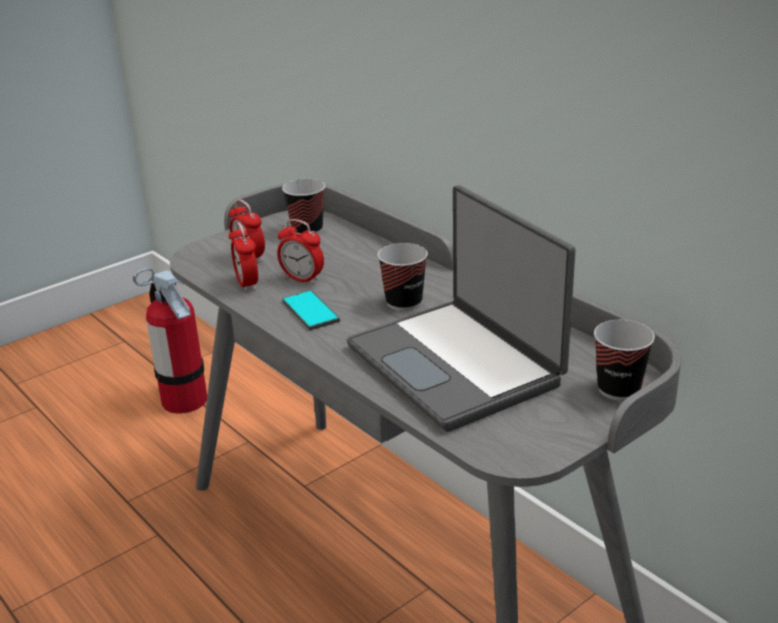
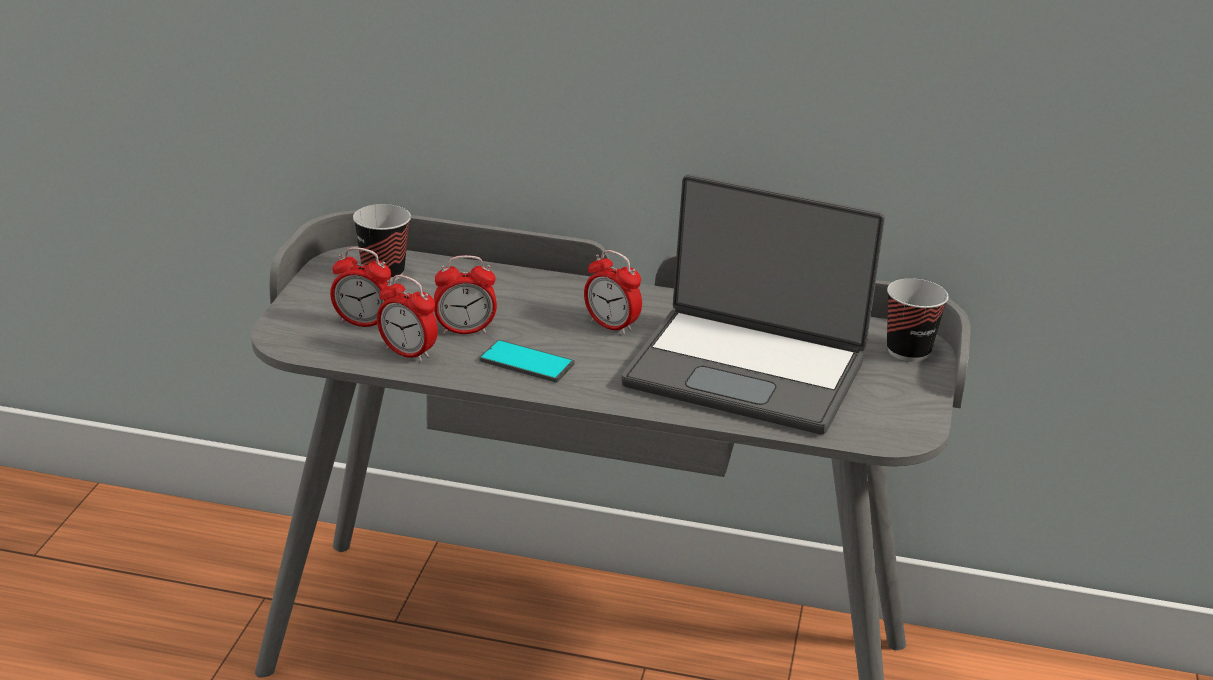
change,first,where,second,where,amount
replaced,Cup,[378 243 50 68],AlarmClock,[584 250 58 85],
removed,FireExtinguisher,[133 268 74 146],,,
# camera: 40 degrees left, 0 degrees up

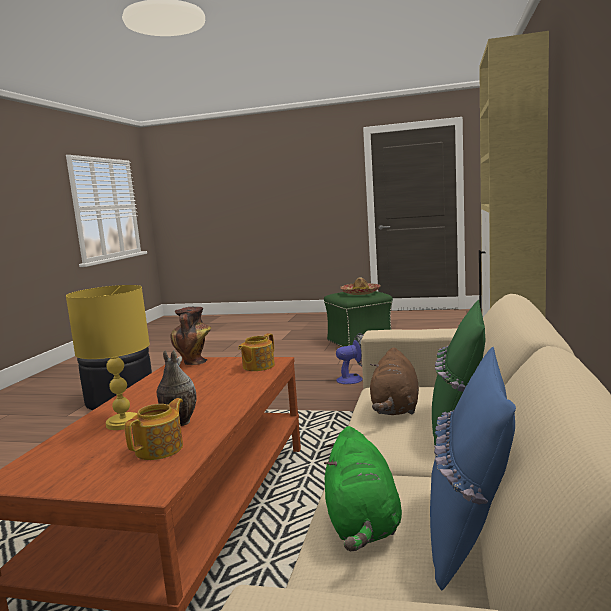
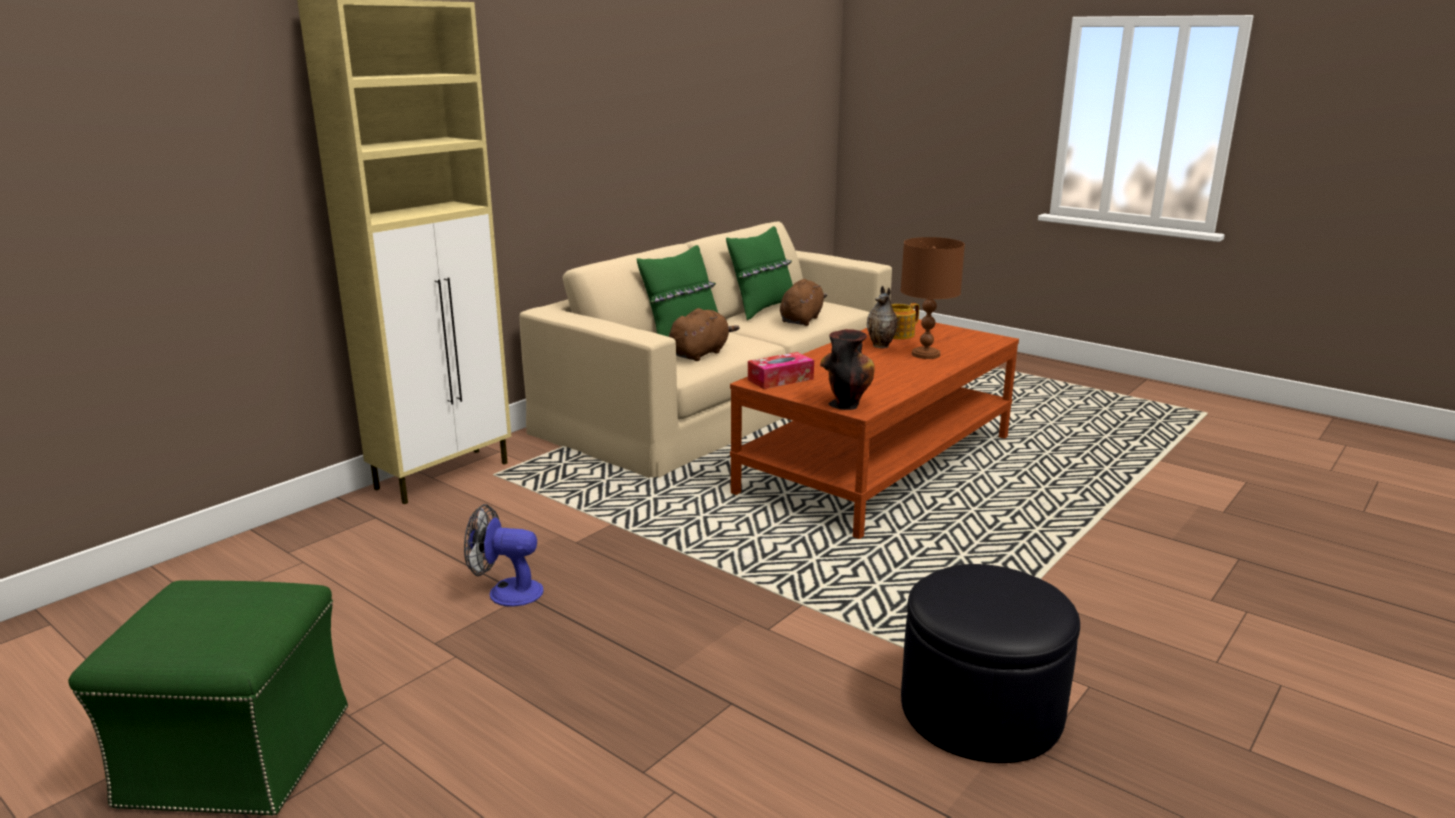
change,first,where,second,where,amount
removed,Hat,[340 277 41 18],,,
recoloured,YellowTableLamp,[66 285 84 145],BrownTableLamp,[901 237 64 122],
replaced,Teapot,[238 333 37 38],TissueBox,[748 352 66 37],
recoloured,BluePillow,[430 347 86 243],GreenPillow,[726 226 67 94],
recoloured,GreenPlushToy,[324 426 78 126],BrownPlushToy,[780 279 47 47],
# camera: 155 degrees left, 10 degrees up

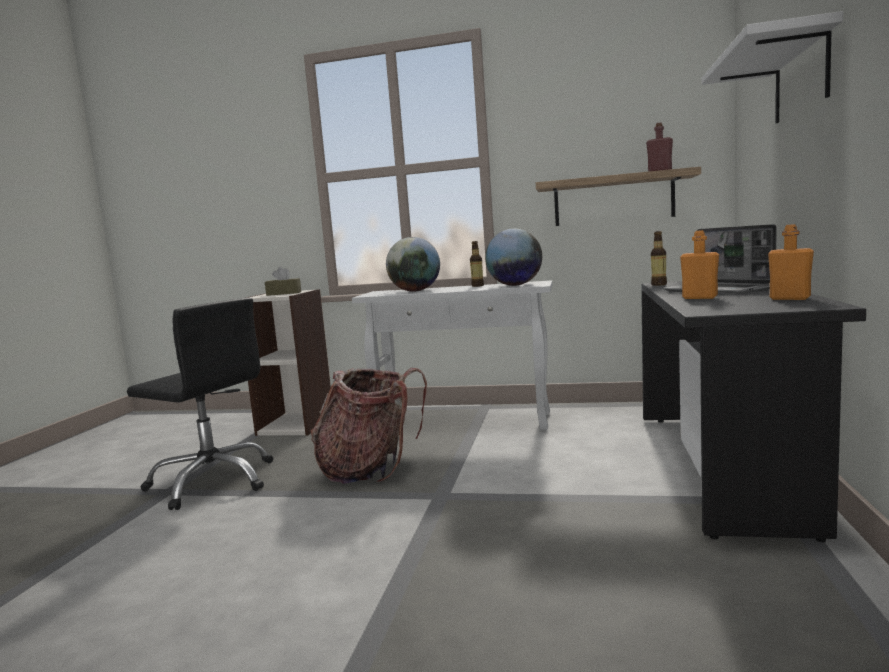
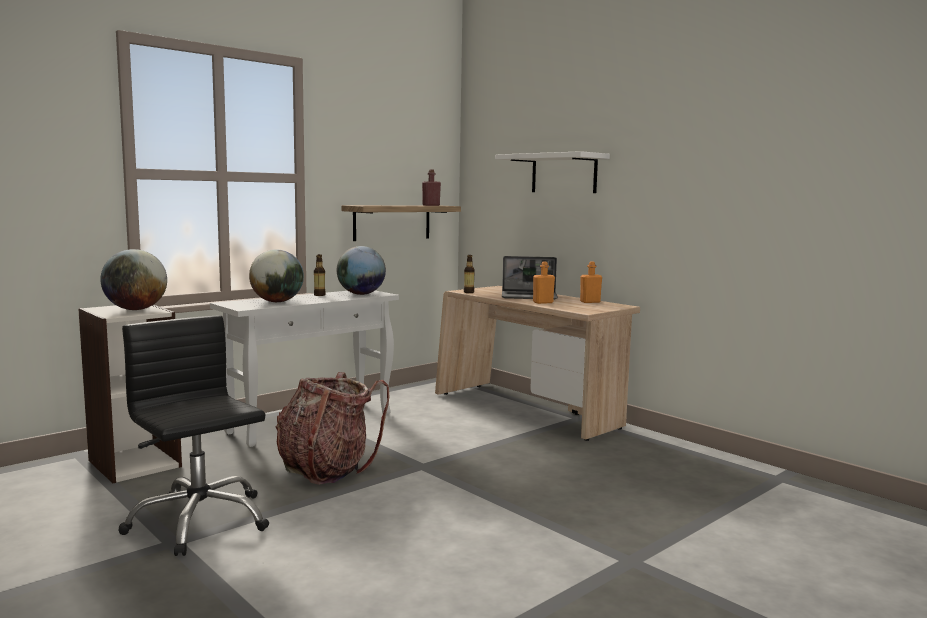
change,first,where,second,where,amount
replaced,BrownTissueBox,[265 267 36 29],Globe,[100 249 67 61],
recoloured,BlackDesk,[641 281 225 261],BeigeDesk,[435 286 205 155],
turned,BlackOfficeChair,[127 298 146 212],,[119 315 150 241],105 degrees counterclockwise
# camera: 55 degrees left, 0 degrees up

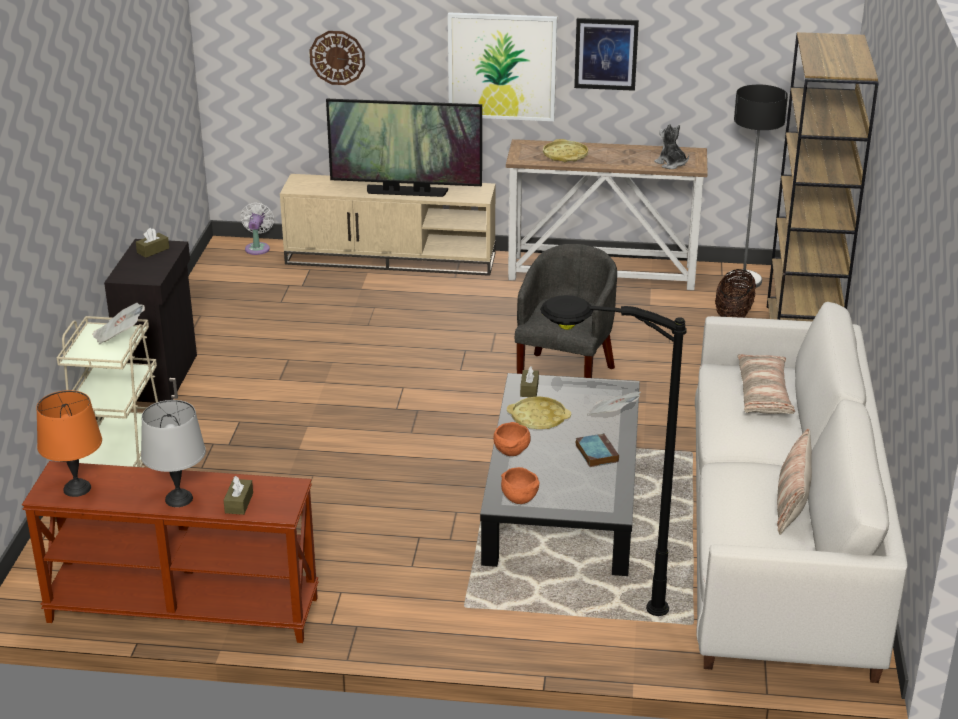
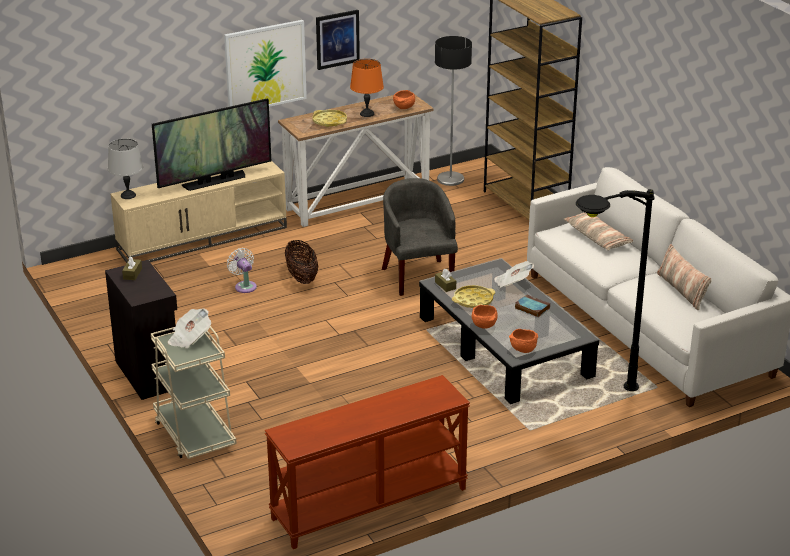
change,first,where,second,where,amount
removed,WallClock,[309 31 56 54],,,
replaced,PlushToy,[654 123 35 46],OrangeBowl,[393 90 22 19],
moved,WhiteFan,[241 202 33 53],,[227 248 30 45],
moved,Basket,[715 269 41 49],,[285 240 34 44],
moved,OrangeTableLamp,[36 390 66 107],,[350 59 34 58],
moved,GreyTableLamp,[141 400 65 107],,[108 139 35 60],
removed,BrownTissueBox,[224 476 29 39],,,
# camera: 35 degrees left, 0 degrees up

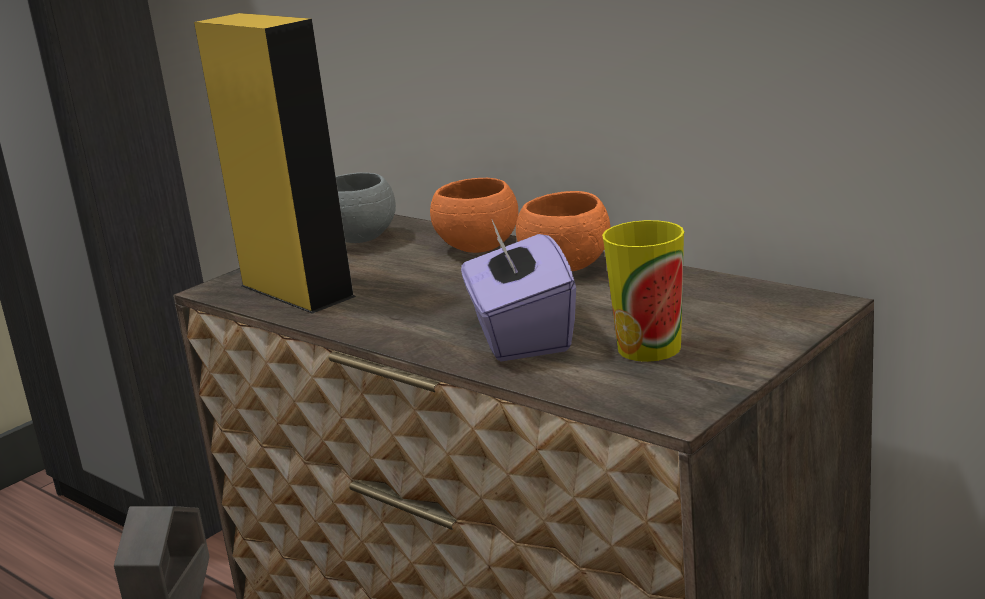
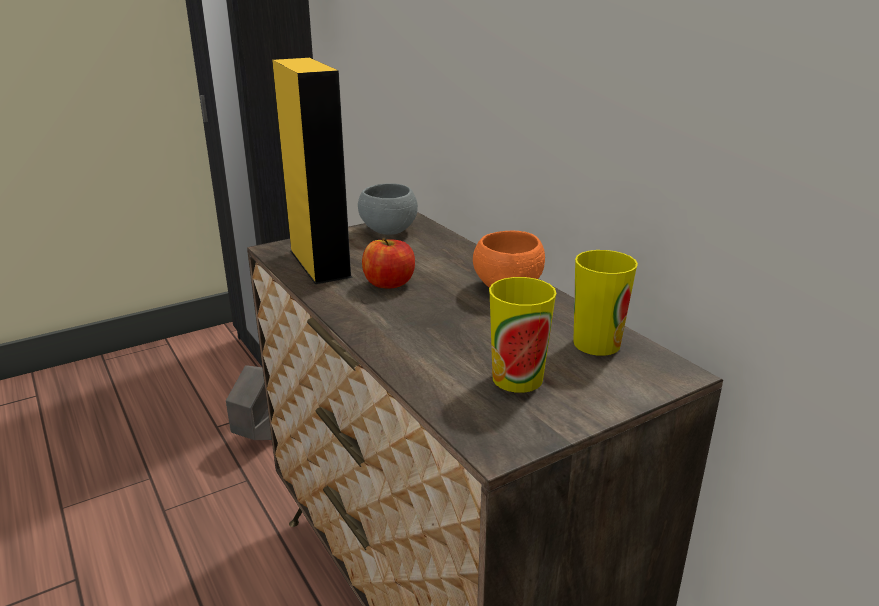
change,first,where,second,where,amount
removed,OrangeBowl,[430 178 88 75],,,
removed,PurpleTissueBox,[461 220 115 142],,,
added,,,Apple,[362 238 53 51],
added,,,Cup,[573 250 65 106],
# camera: 15 degrees right, 5 degrees up

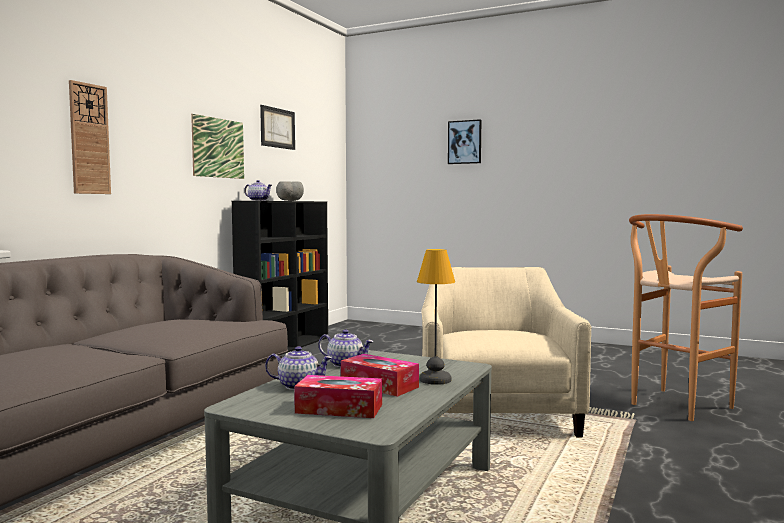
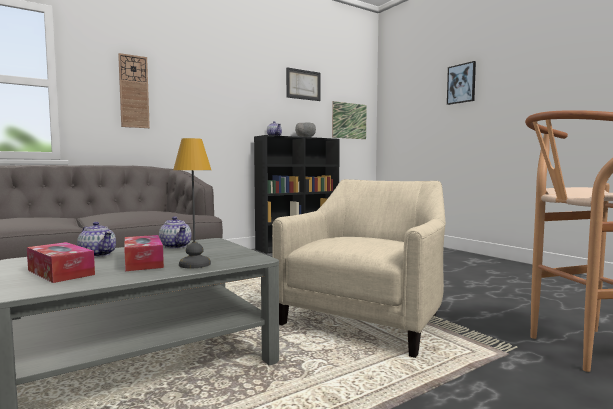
change,first,where,second,where,amount
moved,Picture,[191 114 53 65],,[332 101 35 38],
# camera: 30 degrees right, 0 degrees up

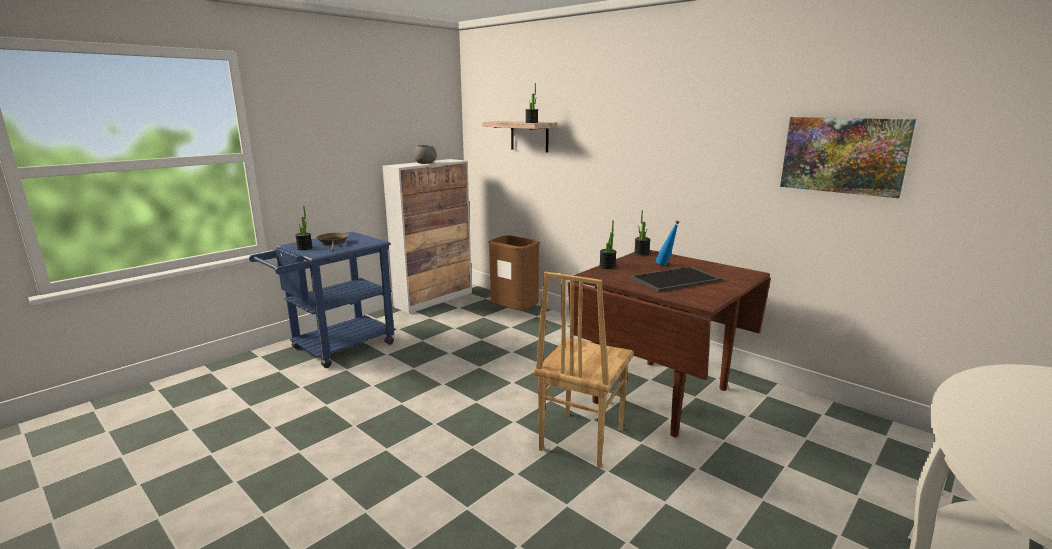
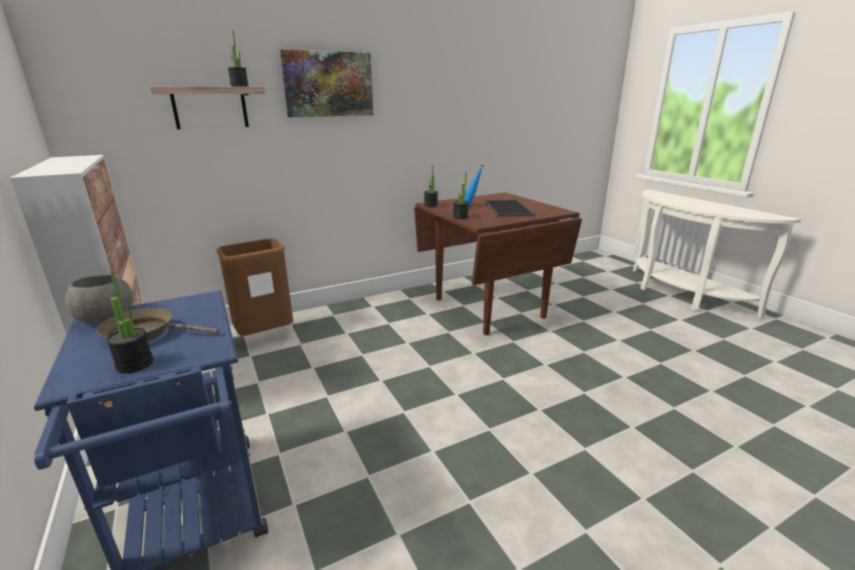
change,first,where,second,where,amount
moved,Picture,[780 117 136 81],,[280 49 93 68],
moved,GreyBowl,[413 145 24 19],,[65 274 69 49],
removed,BrownChair,[534 271 100 198],,,
# camera: 70 degrees left, 5 degrees up

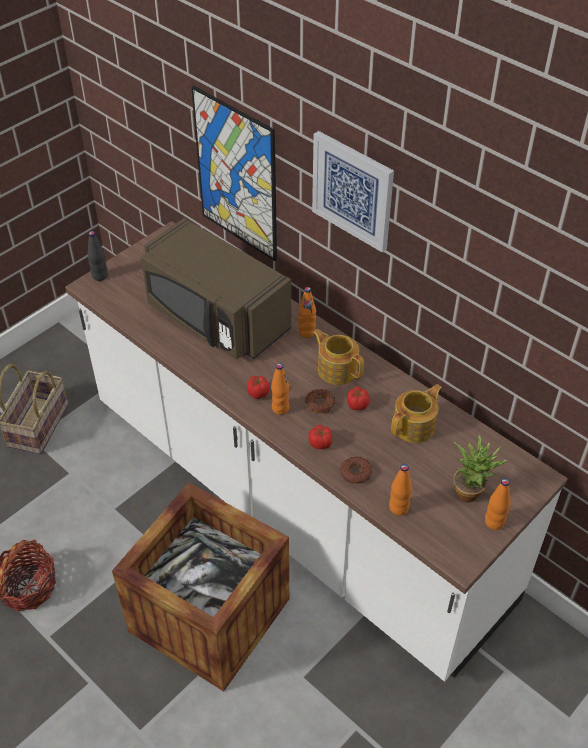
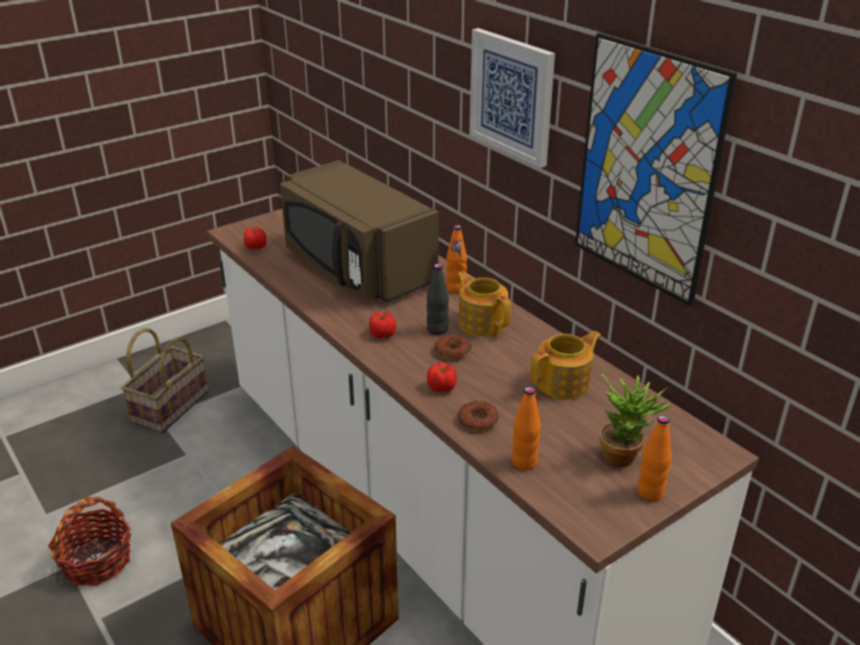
change,first,where,second,where,amount
moved,Picture,[191 85 86 176],,[575 33 162 273],
moved,BlackBottle,[88 231 20 50],,[427 264 22 71],
removed,OrangeBottle,[271 363 18 52],,,
moved,Tomato,[347 387 23 23],,[244 227 23 22],
# camera: 10 degrees right, 15 degrees down

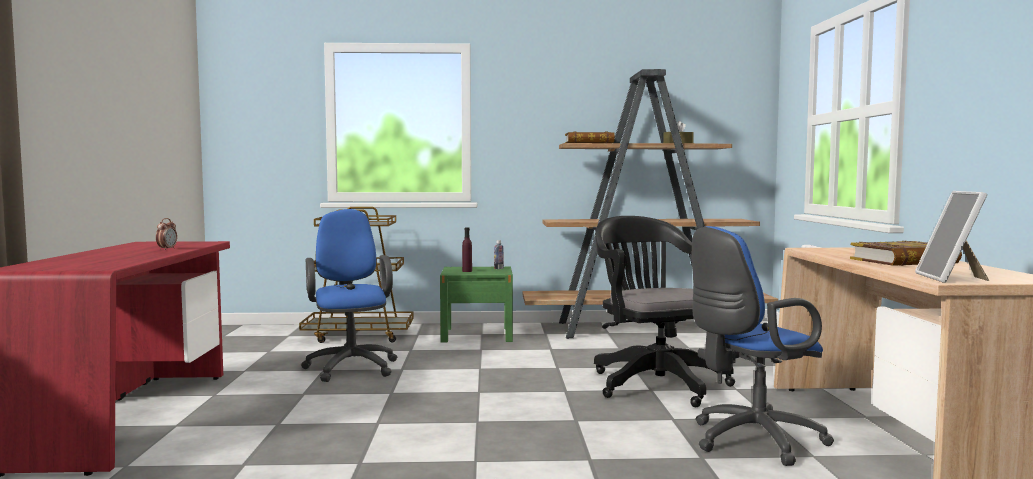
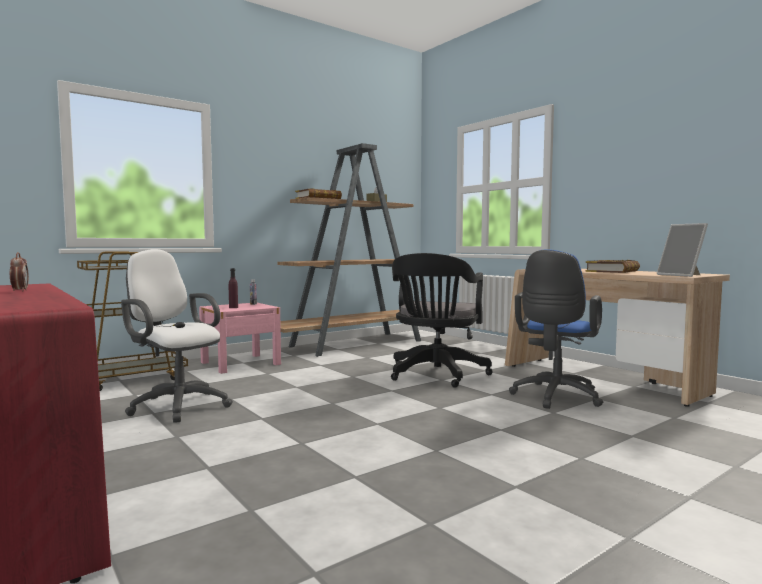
change,first,where,second,where,amount
recoloured,BlueOfficeChair,[301 209 97 173],WhiteOfficeChair,[121 249 112 174],
turned,BlackOfficeChair,[594 216 141 191],,[391 253 102 135],105 degrees counterclockwise
recoloured,GreenNightstand,[440 267 73 76],PinkNightstand,[199 303 82 71],
# camera: 35 degrees left, 0 degrees up

